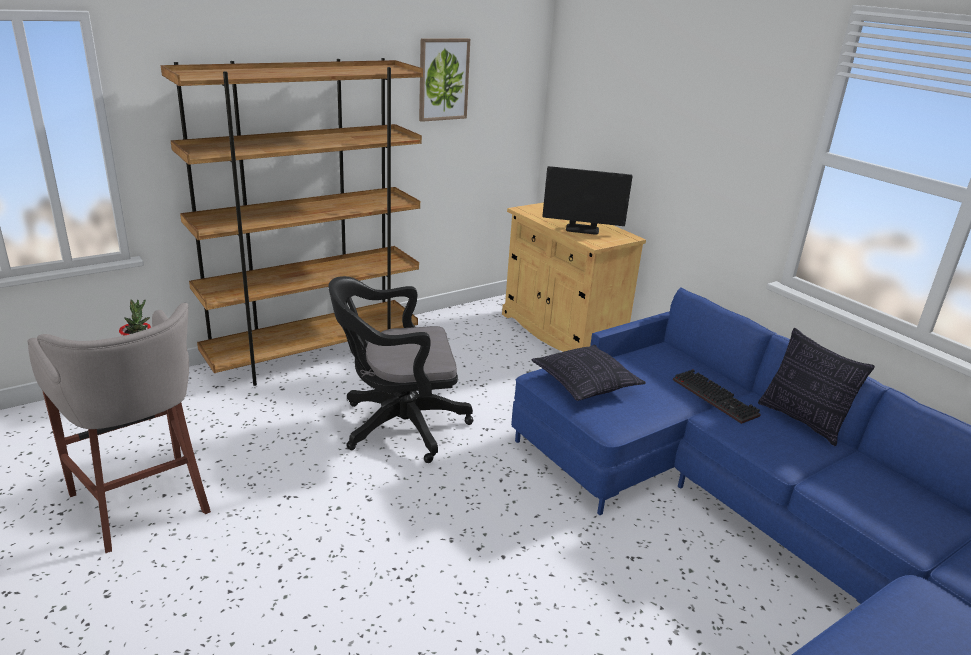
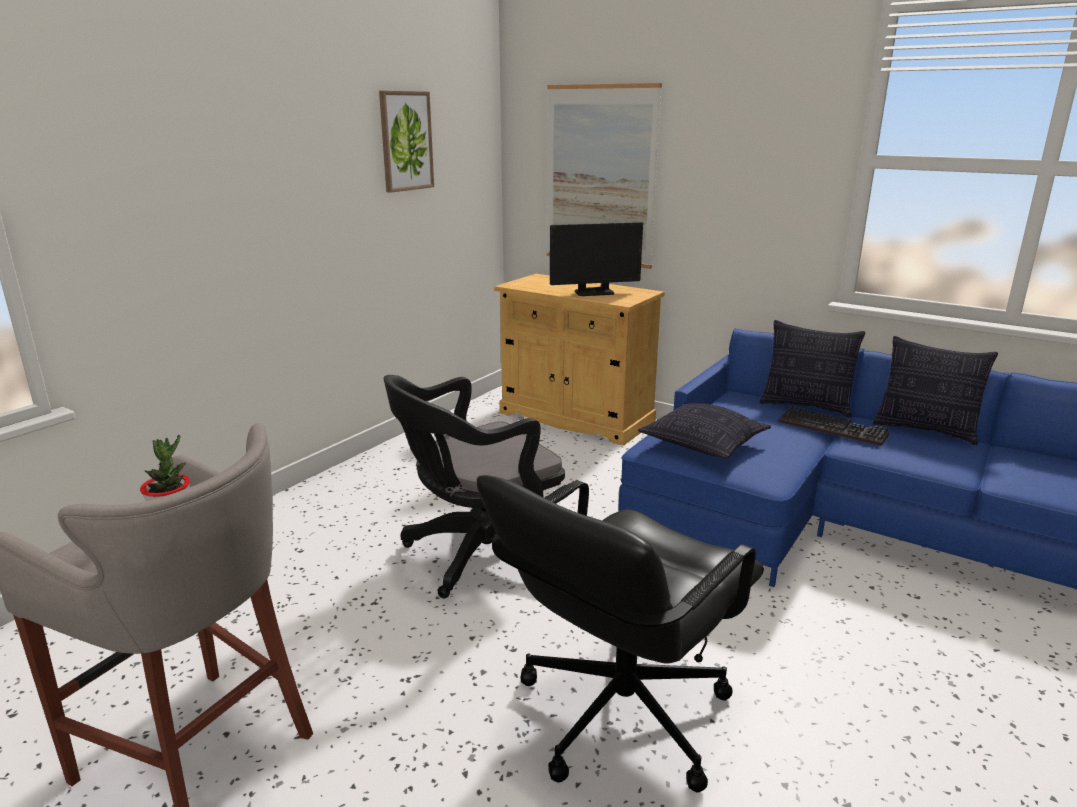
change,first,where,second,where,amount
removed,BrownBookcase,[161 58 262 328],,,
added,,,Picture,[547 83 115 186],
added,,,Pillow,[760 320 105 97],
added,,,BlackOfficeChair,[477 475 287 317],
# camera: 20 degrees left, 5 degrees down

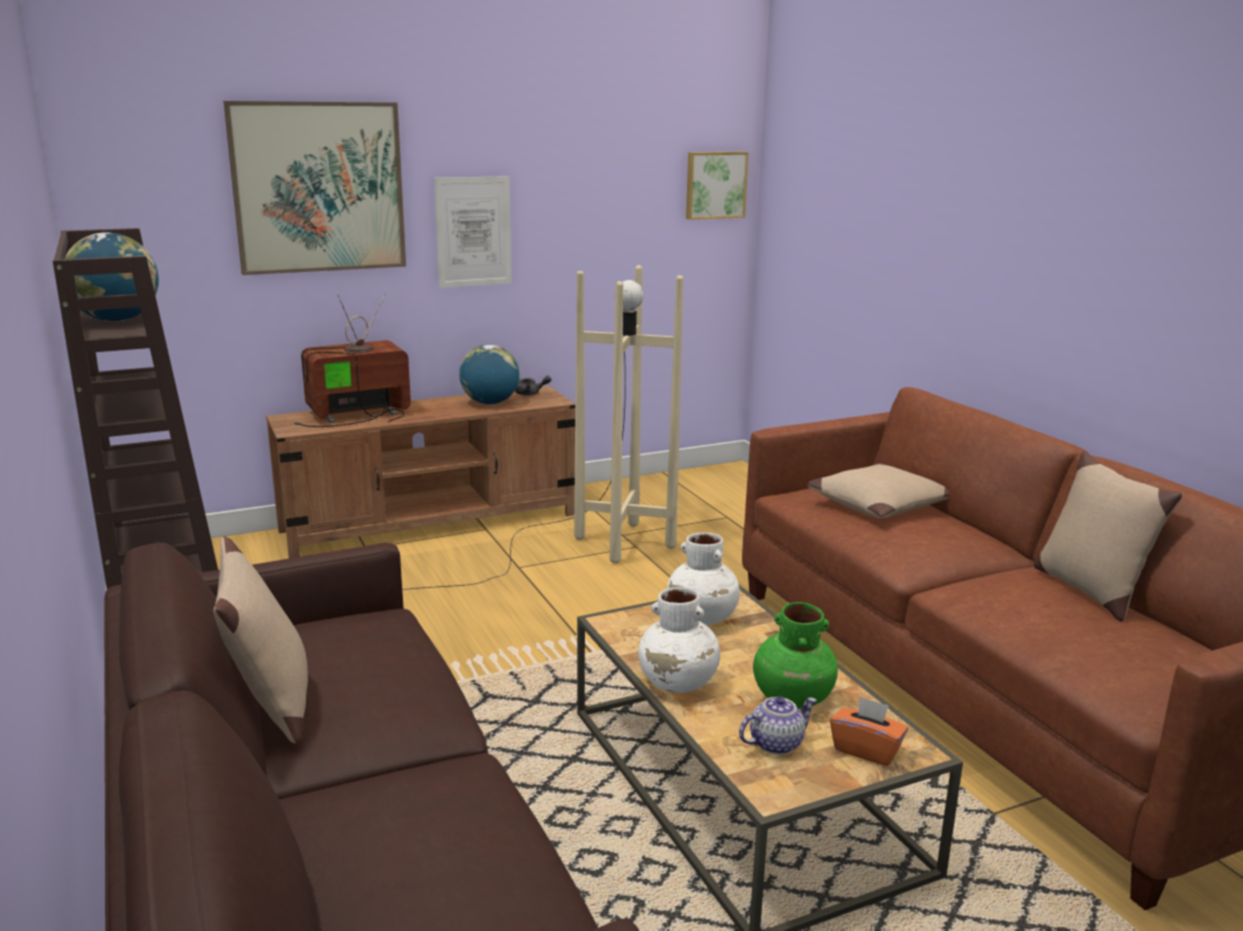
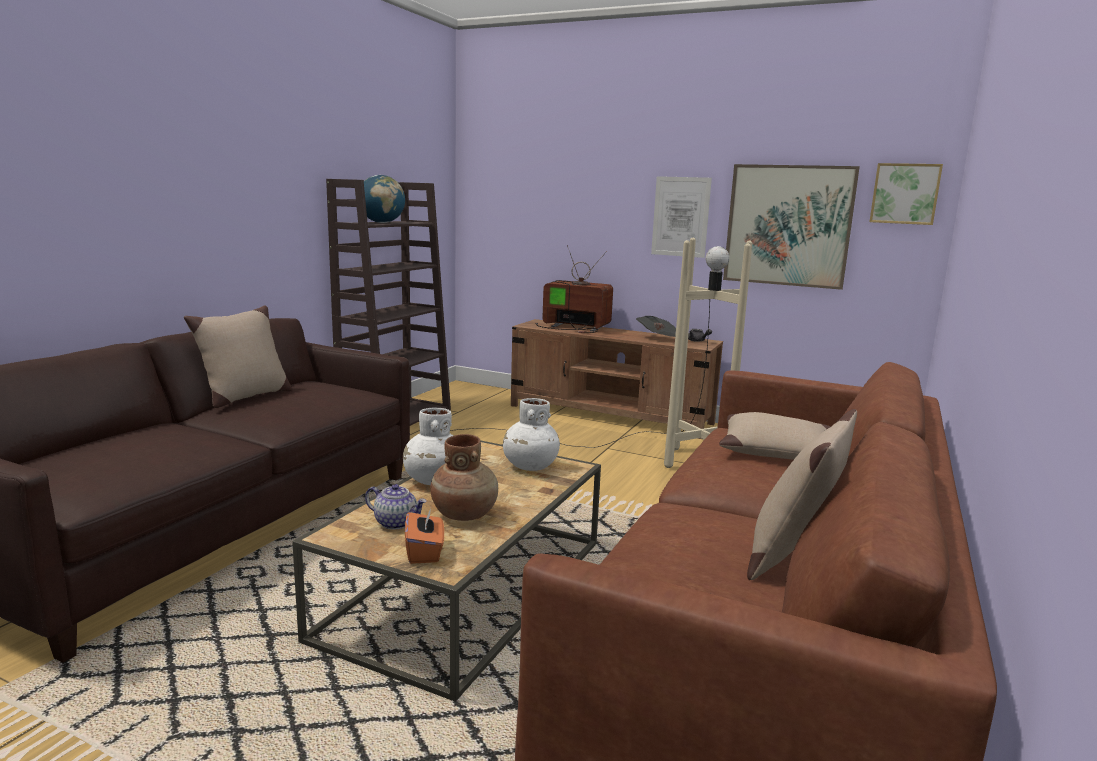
change,first,where,second,where,amount
moved,Picture,[223 101 183 174],,[723 164 137 126],
replaced,Globe,[459 344 61 60],Newspaper,[636 316 40 21],
recoloured,GreenVase,[753 602 85 107],BrownVase,[430 434 68 87],
# camera: 50 degrees right, 5 degrees down

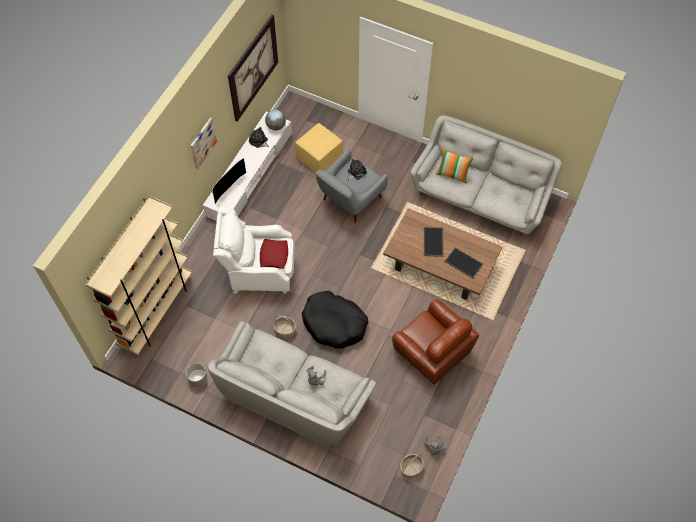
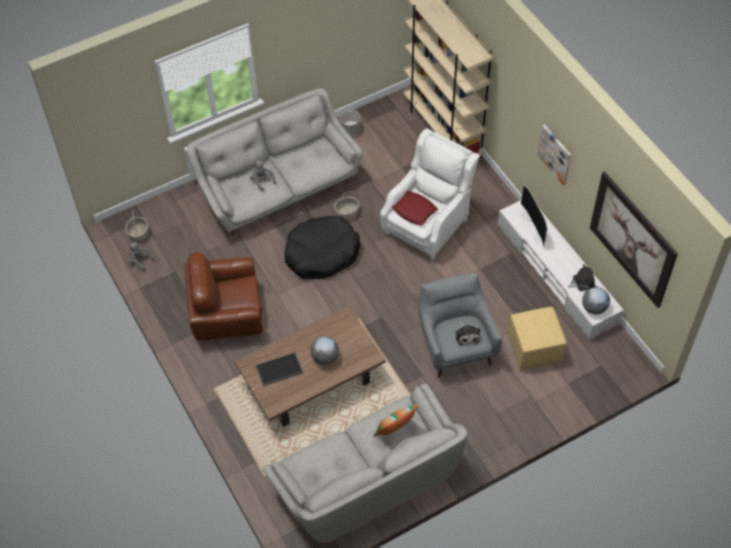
change,first,where,second,where,amount
replaced,Tray,[424 227 20 30],Globe,[311 336 28 29],
# camera: 125 degrees right, 5 degrees down

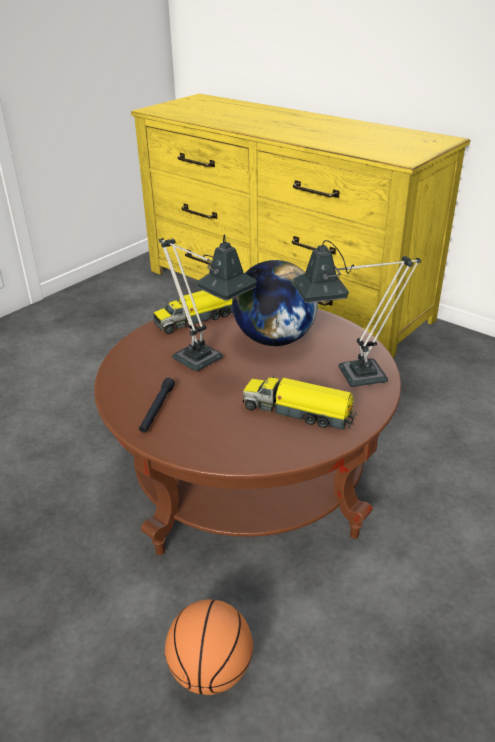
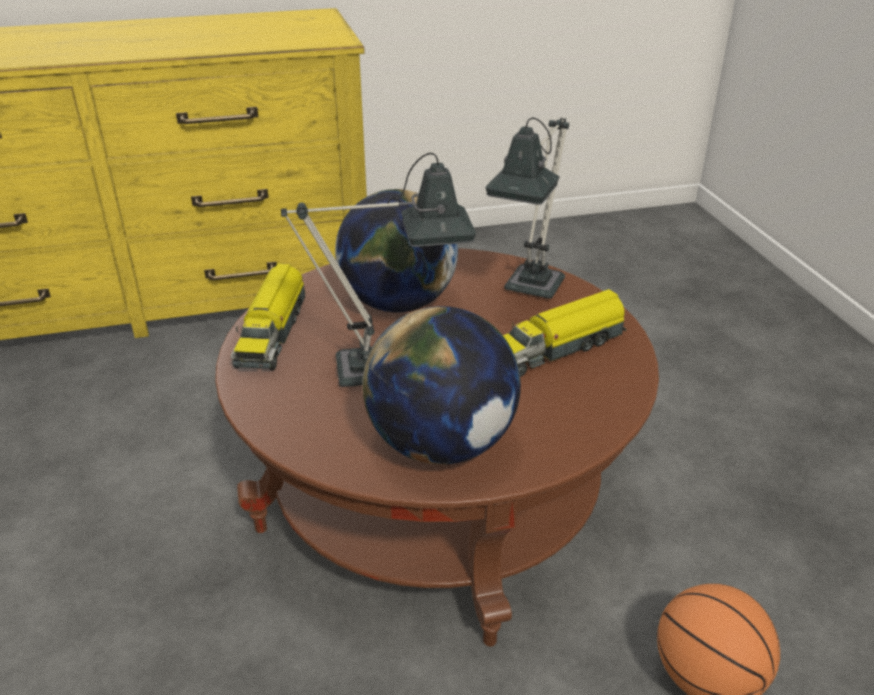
change,first,where,second,where,amount
replaced,BlackFlashlight,[139 378 36 55],Globe,[362 306 159 159],
# camera: 55 degrees left, 0 degrees up

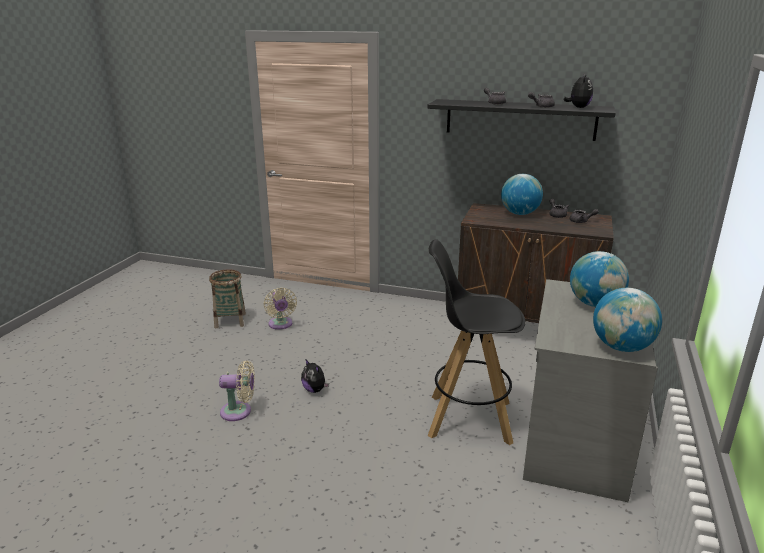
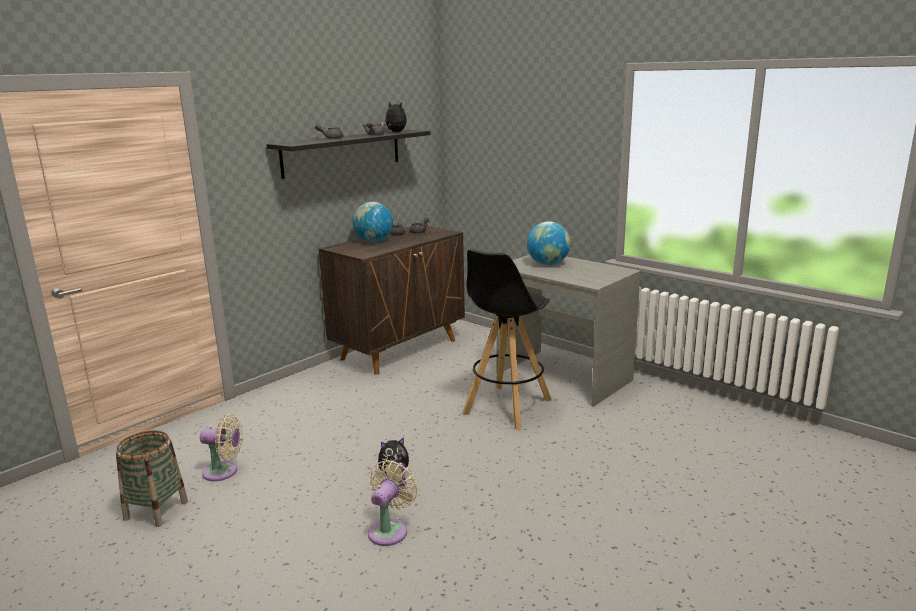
change,first,where,second,where,amount
removed,Globe,[593 288 69 64],,,
# camera: 65 degrees left, 5 degrees down

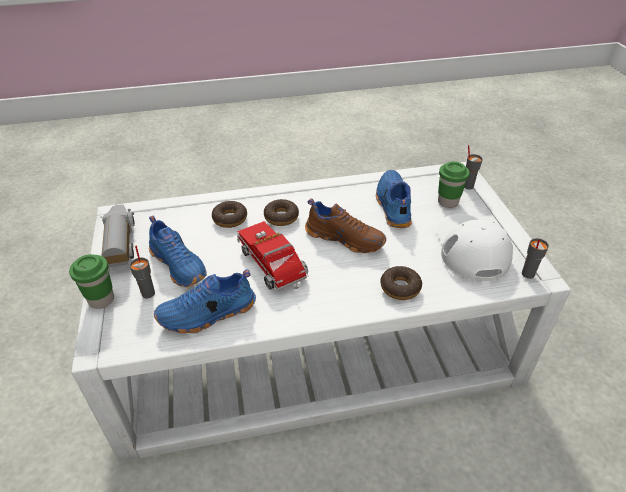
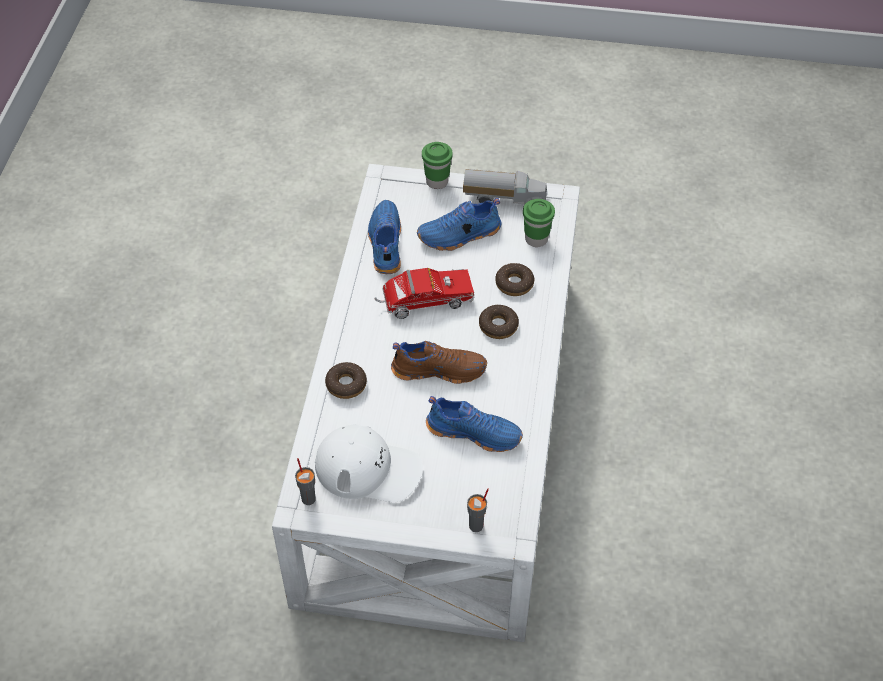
change,first,where,second,where,amount
moved,GreenCup,[438 161 32 47],,[523 199 32 48],
turned,BrownShoe,[305 198 81 55],,[391 341 96 43],135 degrees counterclockwise
removed,GreyCup,[130 246 25 52],,,
# camera: 110 degrees right, 10 degrees up

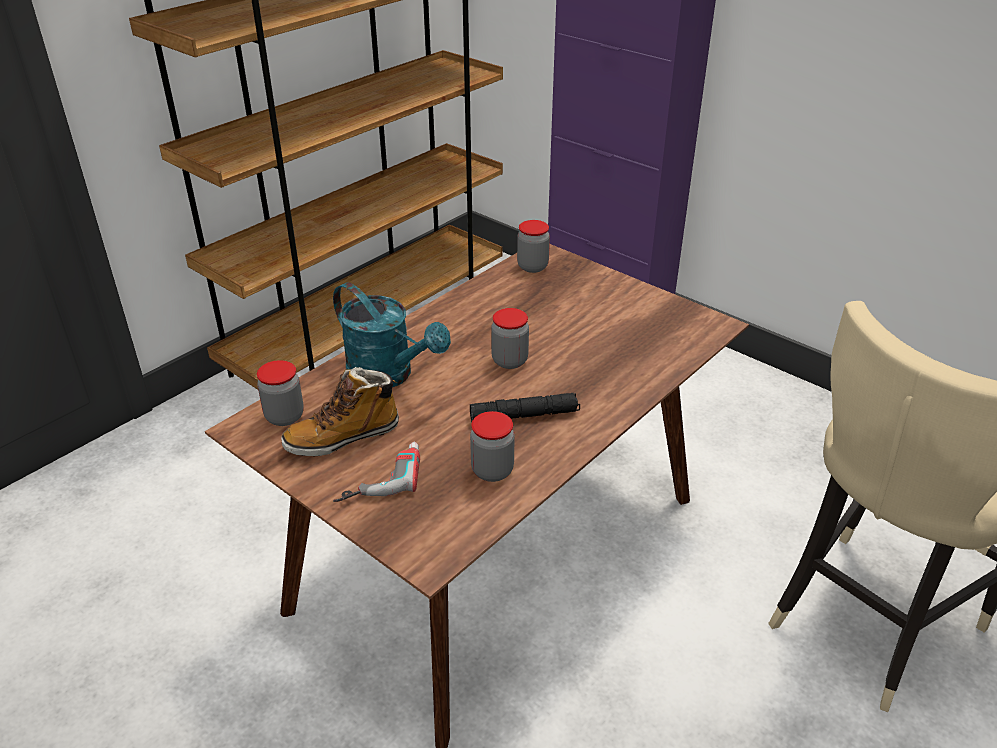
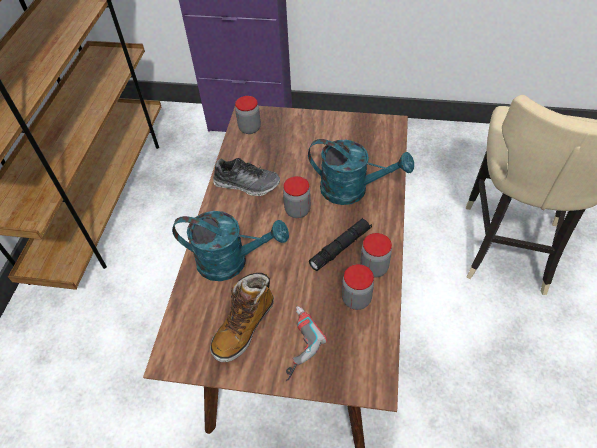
change,first,where,second,where,amount
moved,Jar,[257 360 47 66],,[360 233 32 45],
added,,,TurquoiseWateringCan,[308 139 106 66],
added,,,Shoe,[213 158 67 38],
# camera: 30 degrees left, 15 degrees up

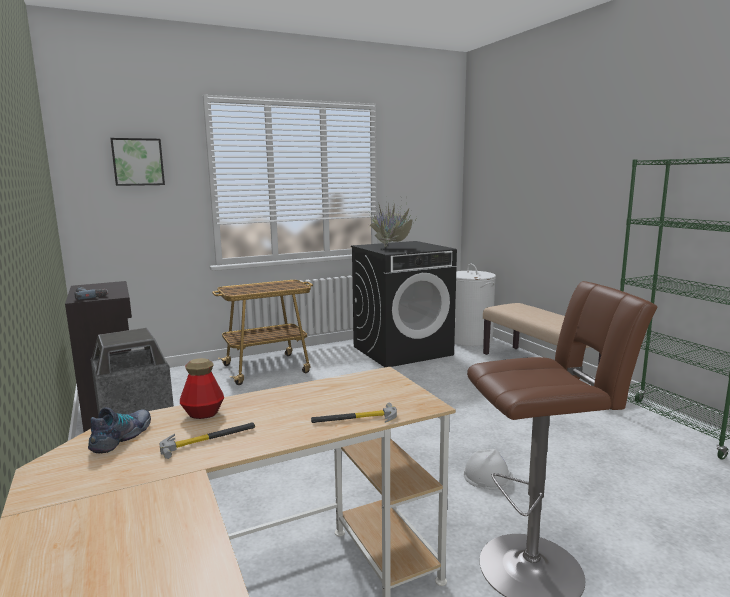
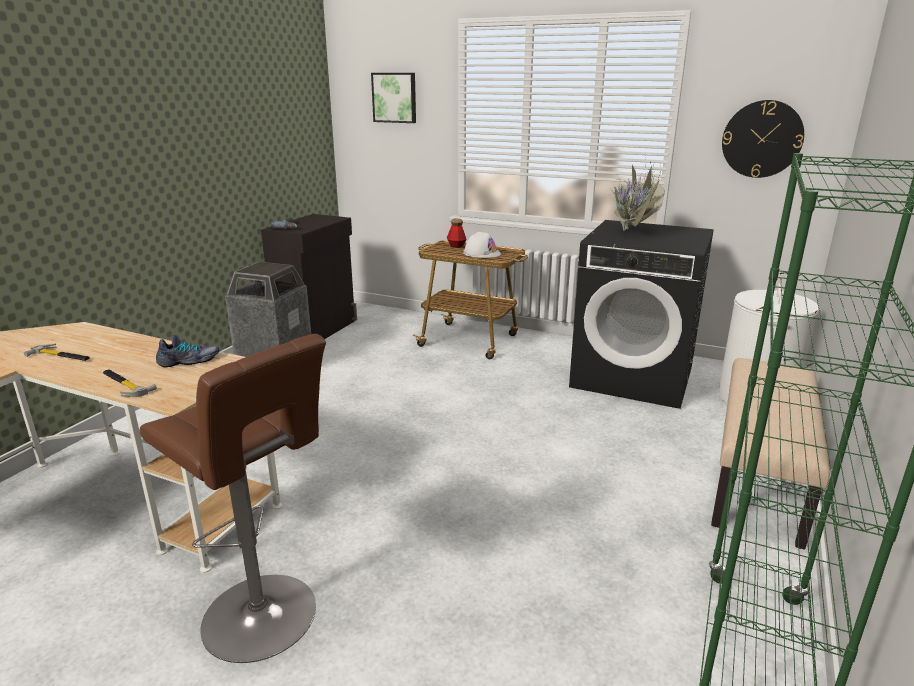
change,first,where,second,where,amount
moved,Bottle,[180 358 44 61],,[447 218 19 30],
moved,Shoe,[88 407 63 47],,[156 335 63 33],
moved,WhiteHardHat,[464 449 49 40],,[463 232 38 26],
added,,,WallClock,[722 100 82 78],
# camera: 50 degrees right, 10 degrees up

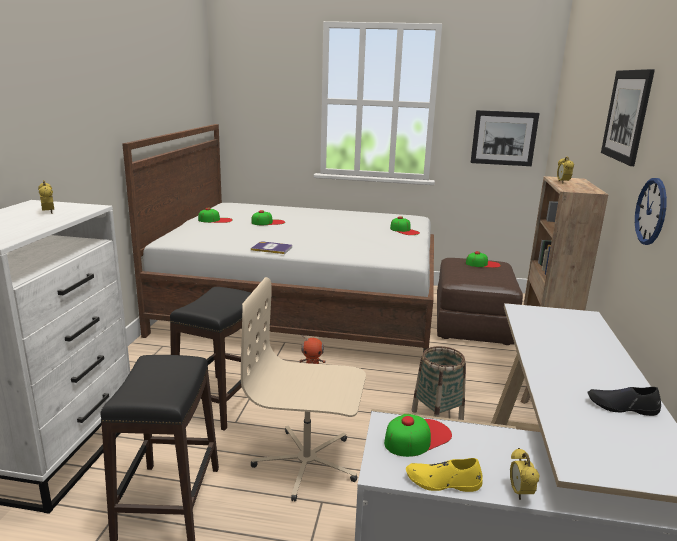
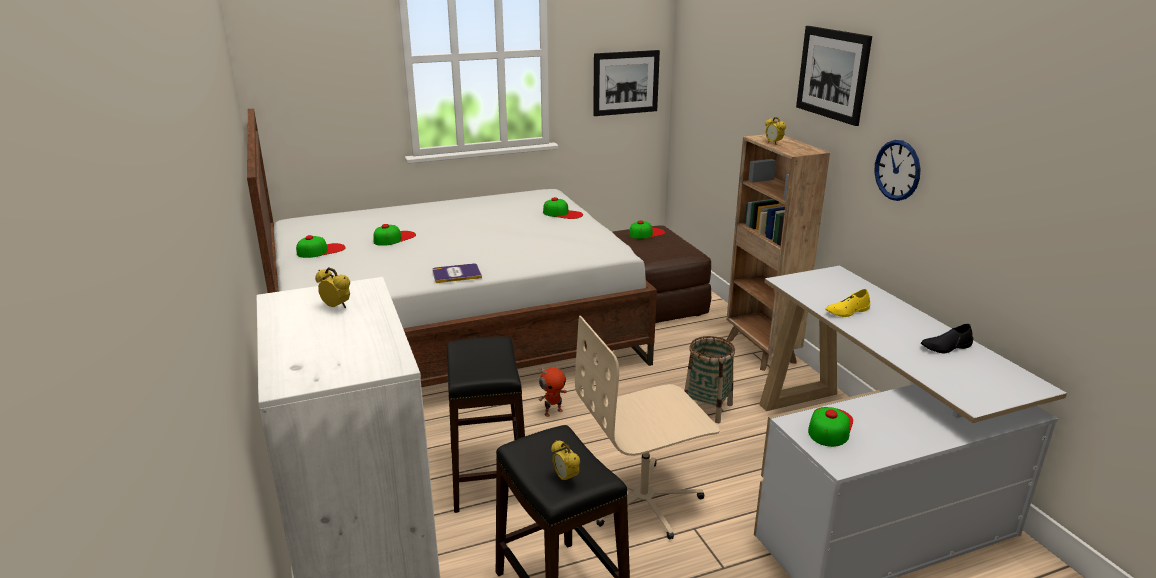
change,first,where,second,where,amount
moved,AlarmClock,[510 448 29 52],,[551 440 29 45],
moved,YellowShoe,[406 458 77 34],,[825 289 46 28],
# camera: 30 degrees left, 5 degrees up

